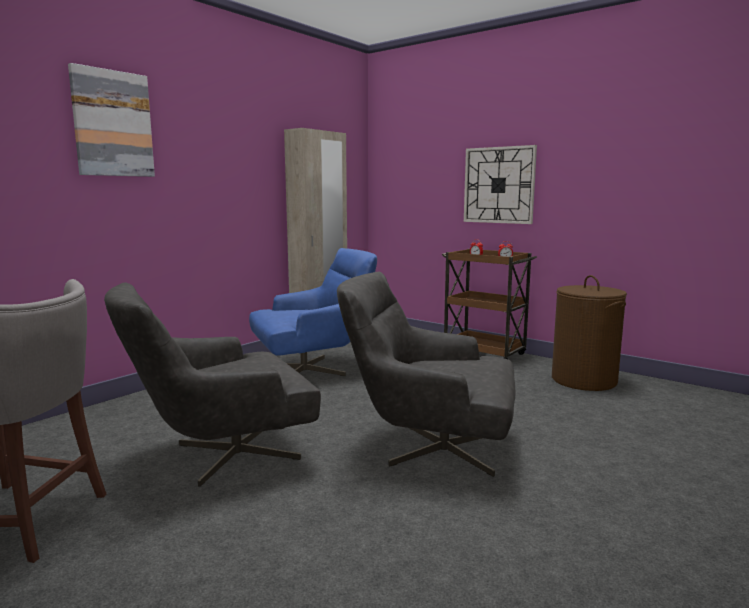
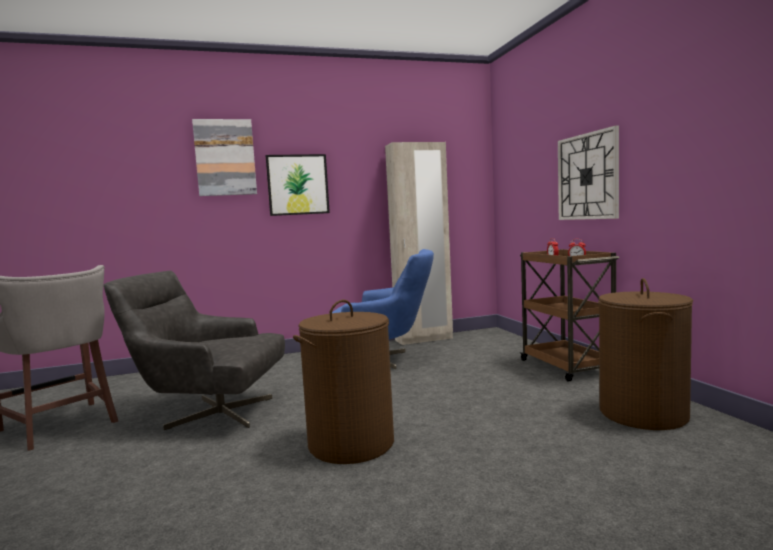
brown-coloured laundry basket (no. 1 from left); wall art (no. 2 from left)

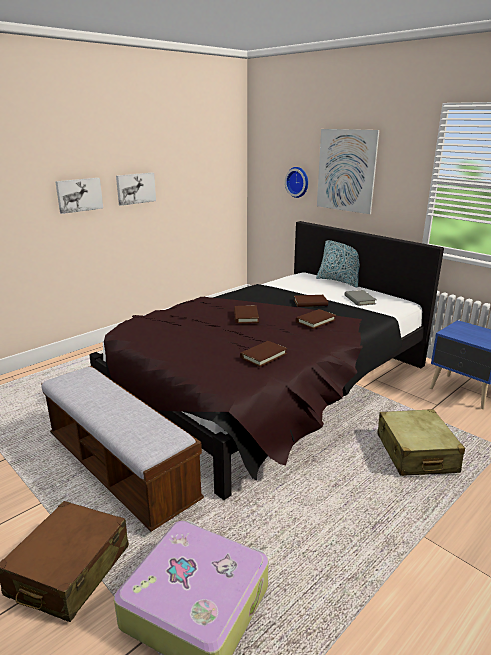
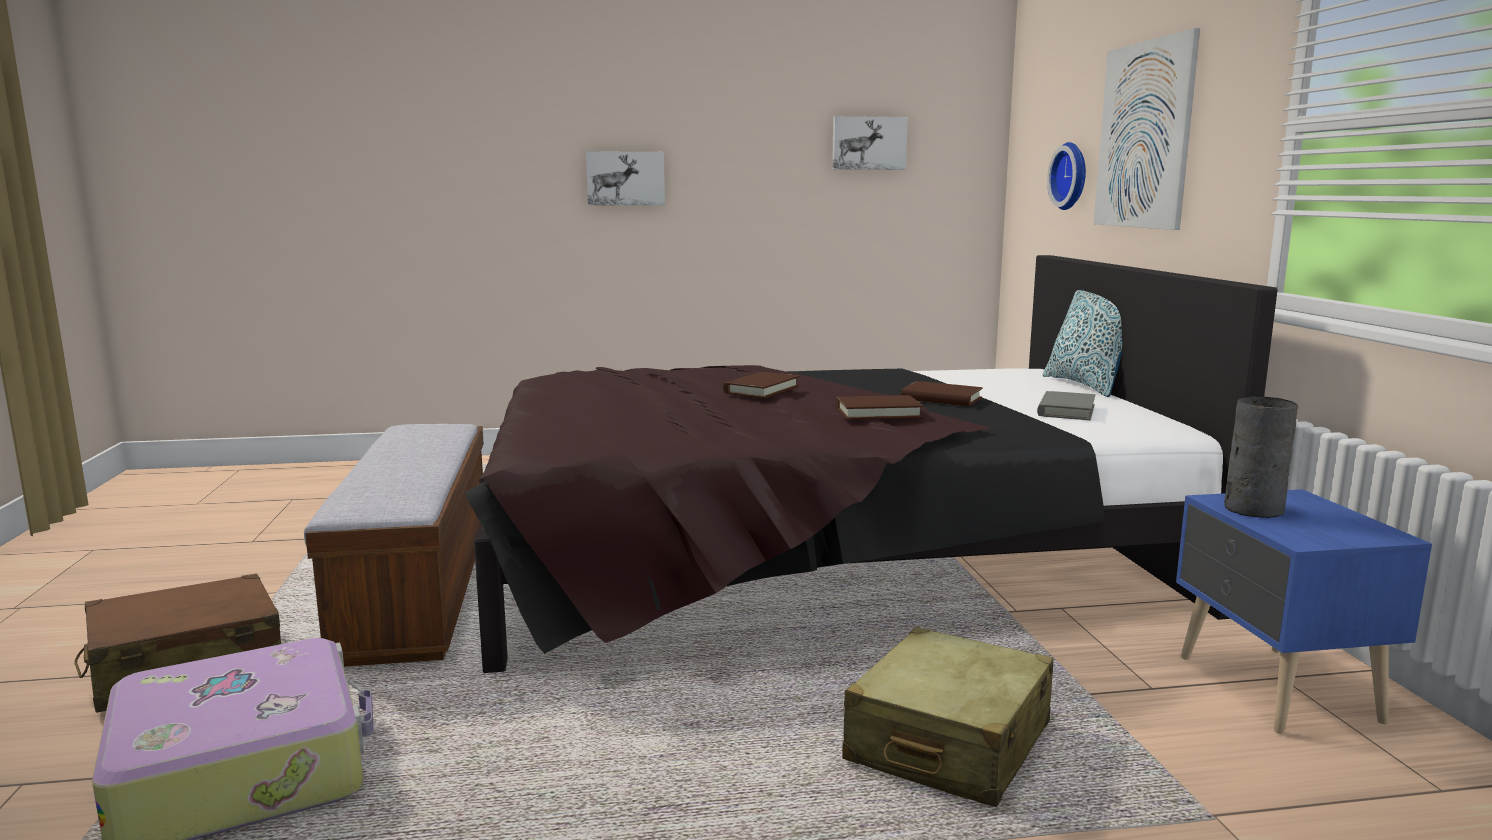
wall art (no. 2 from left); brown-coloured book (no. 2 from left in the first image); gray flower vase

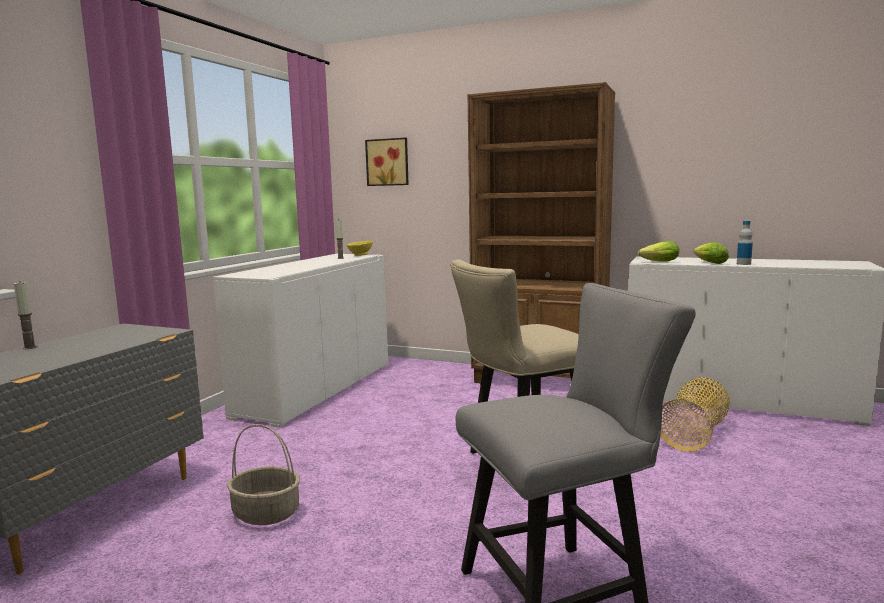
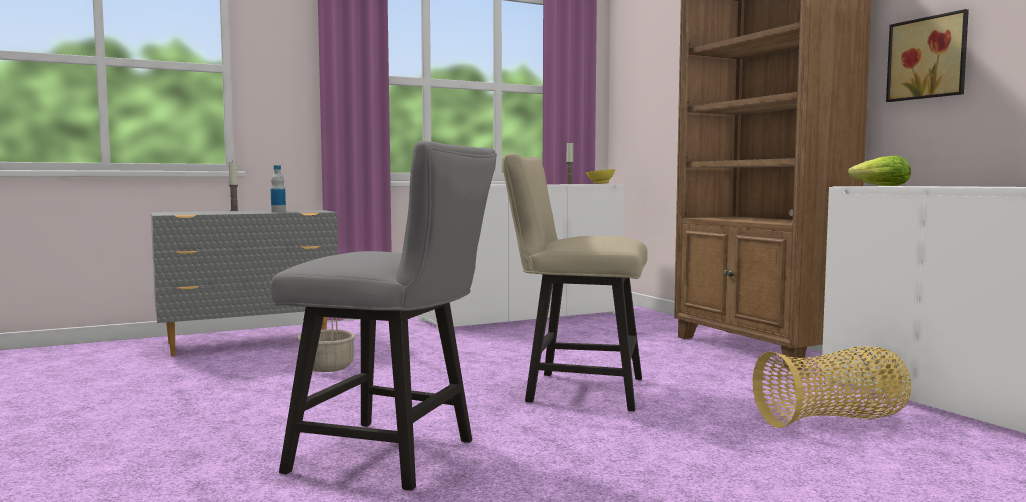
wall art; lettuce (no. 2 from left in the first image); drink bottle

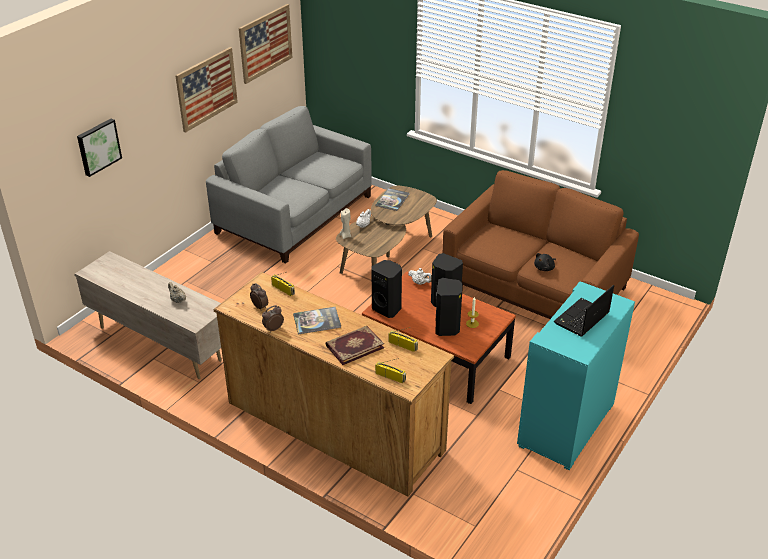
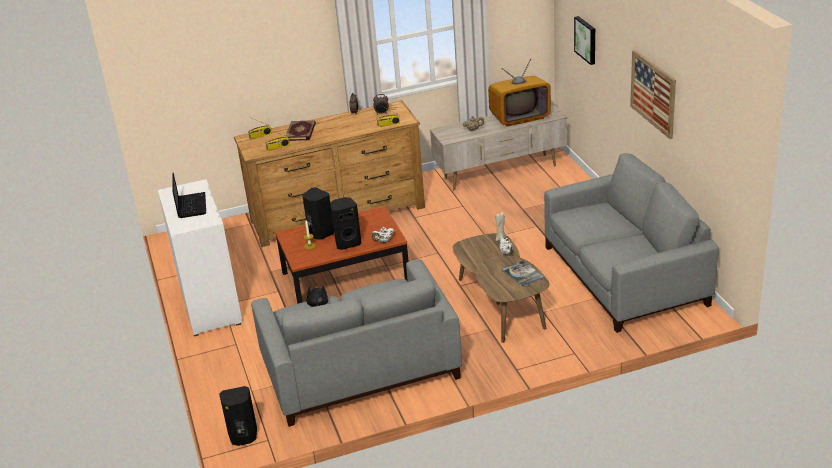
wall art (no. 3 from left in the first image); book (no. 1 from left in the first image); blackish audio speaker (no. 1 from left); gray sofa (no. 1 from left); white-coloured cabinet; TV set

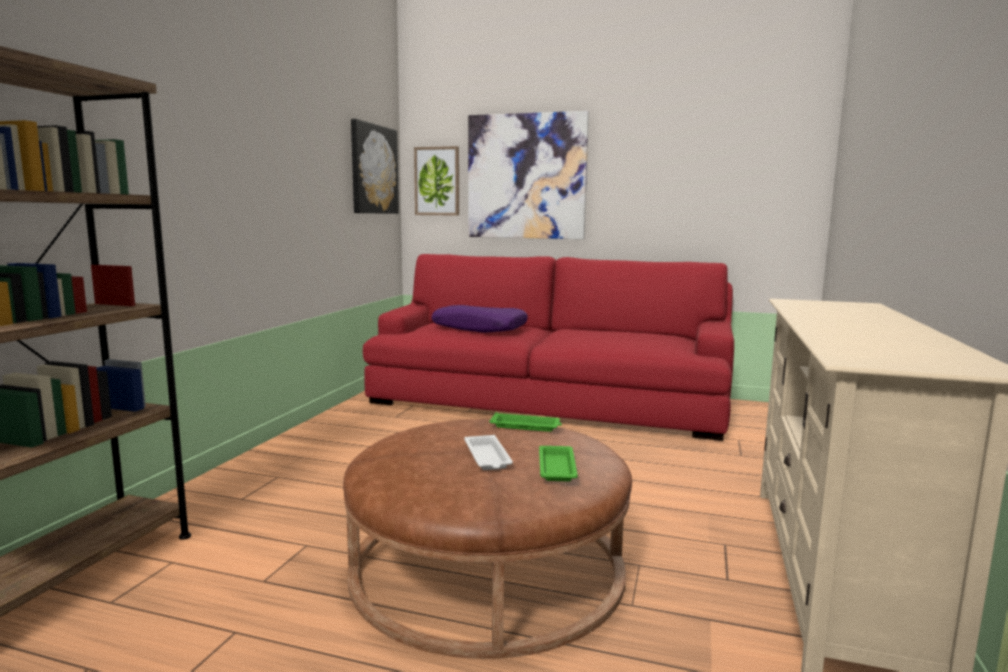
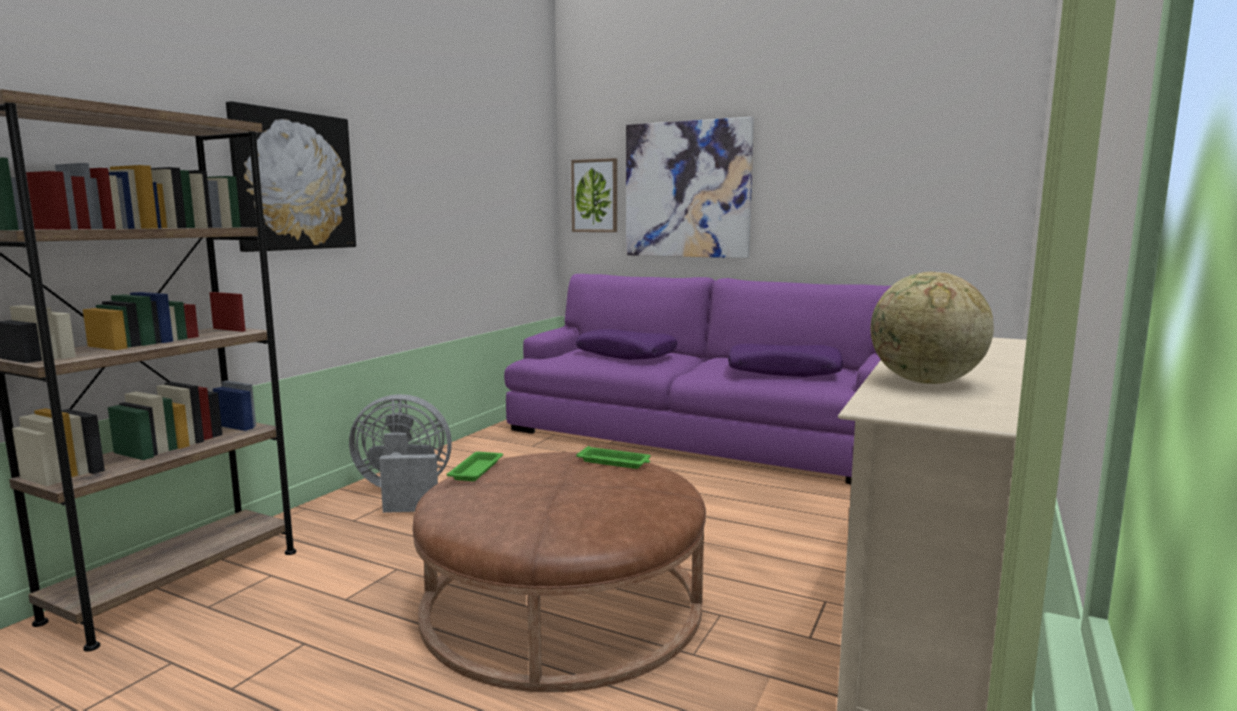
wall art (no. 1 from left); purple-coloured sofa; white-coloured tray; green tray (no. 1 from left); gray fan; purple-coloured cushion (no. 2 from left); world globe

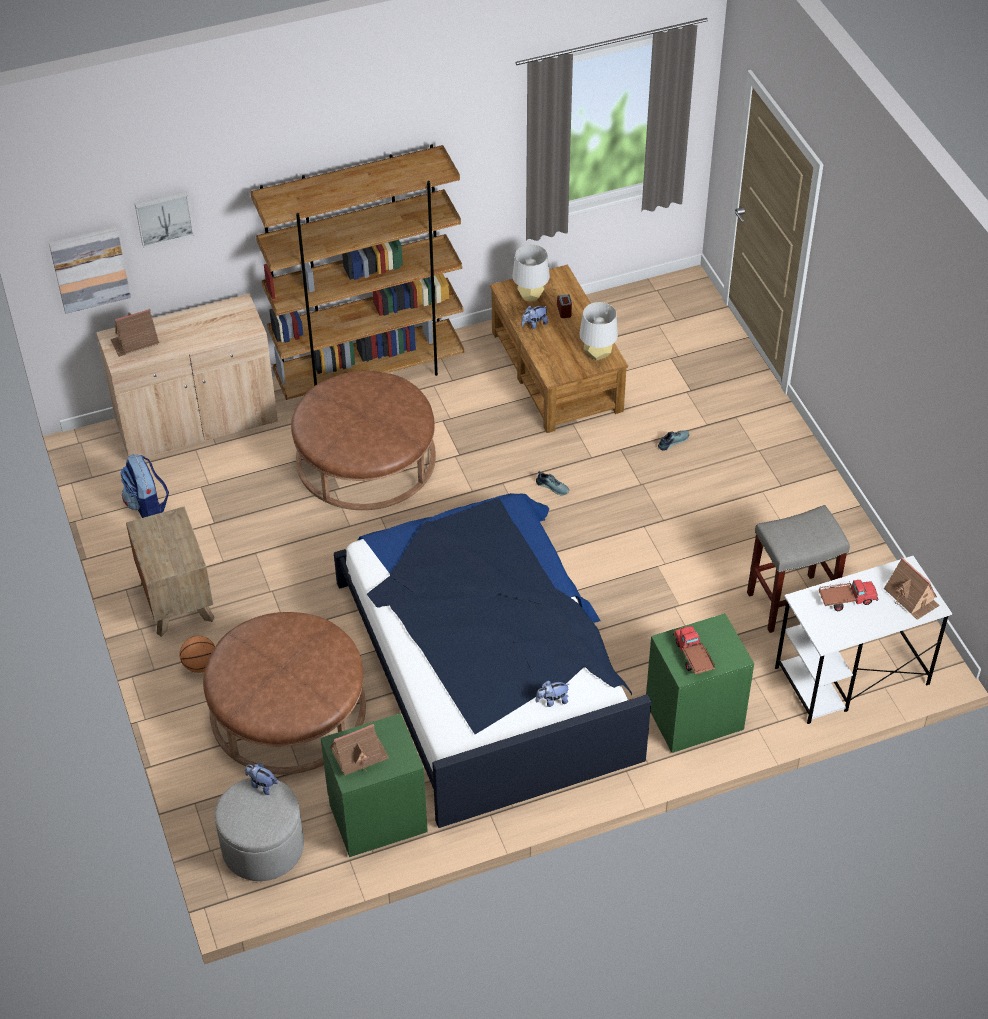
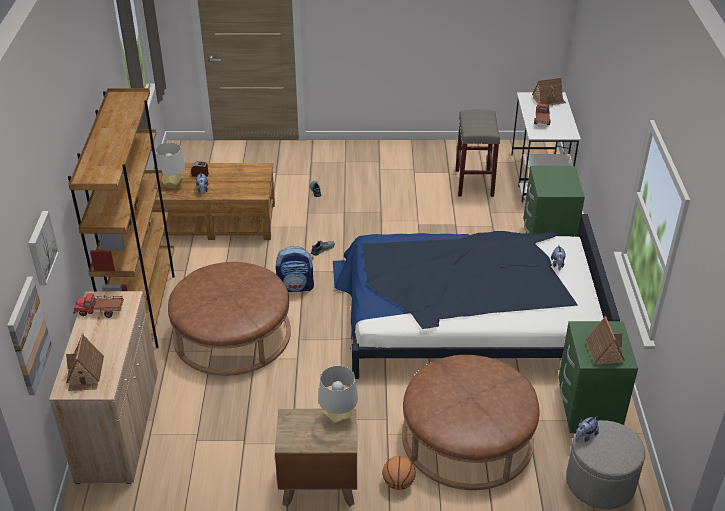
knapsack; gray tabletop lamp (no. 2 from left); toy lorry (no. 1 from left)

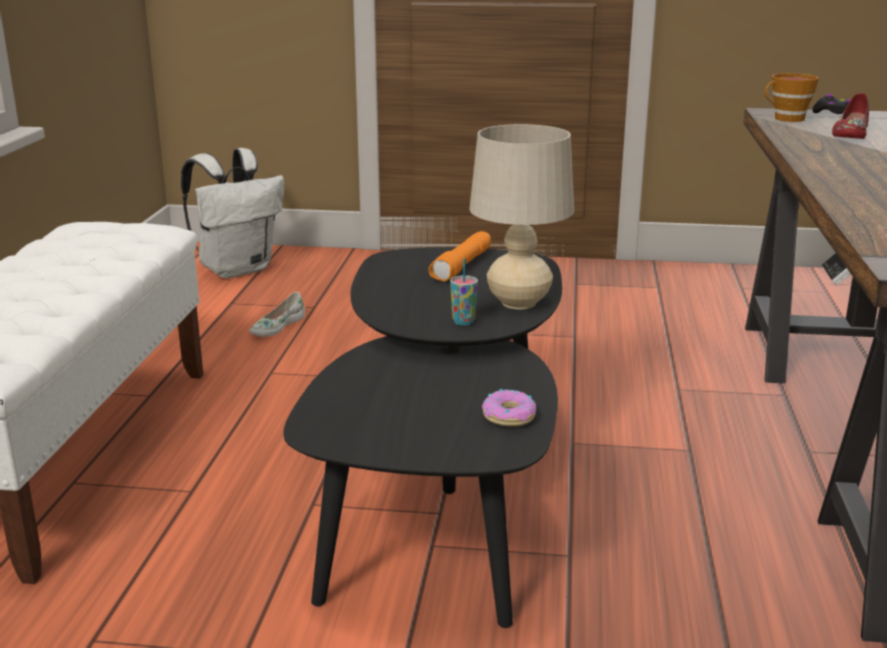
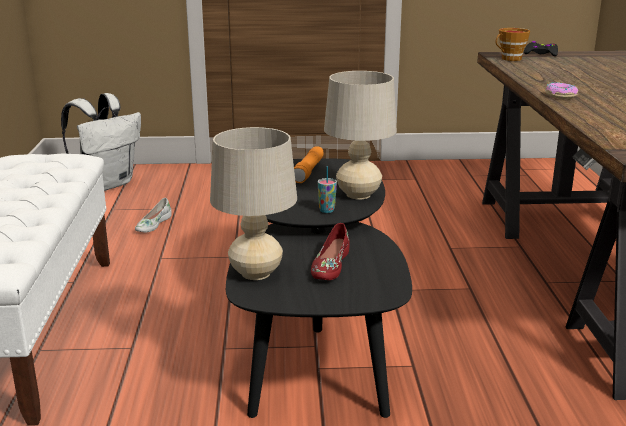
doughnut; red-coloured shoe; sand-coloured tabletop lamp (no. 1 from left)

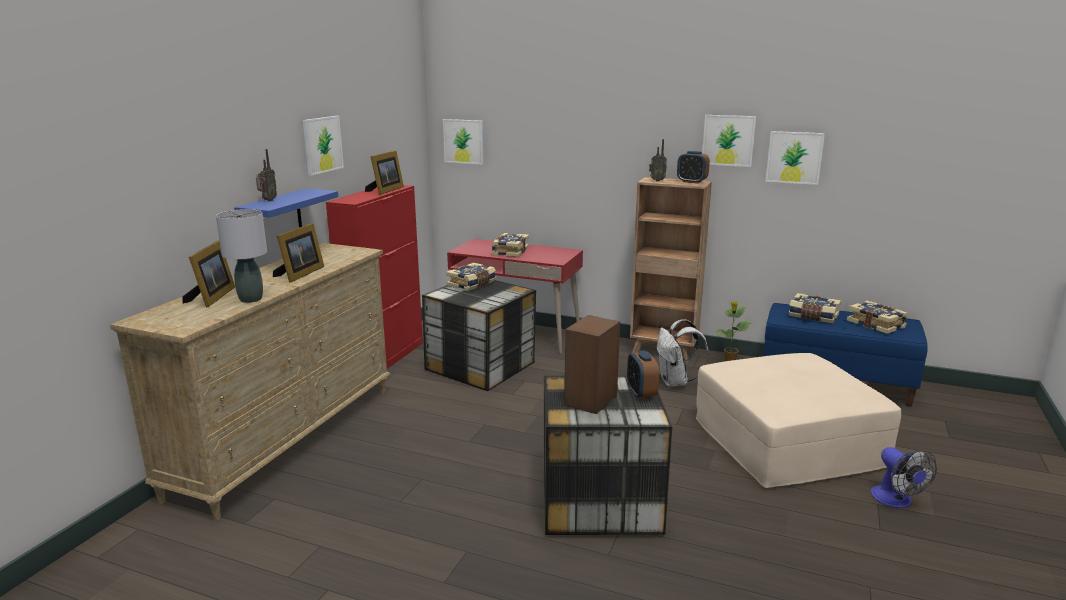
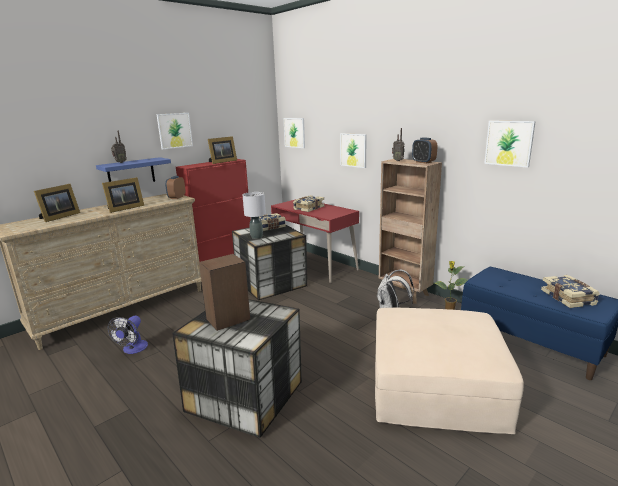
gray tabletop lamp; alarm clock (no. 1 from left); wall art (no. 3 from left); book (no. 3 from left in the first image); fan

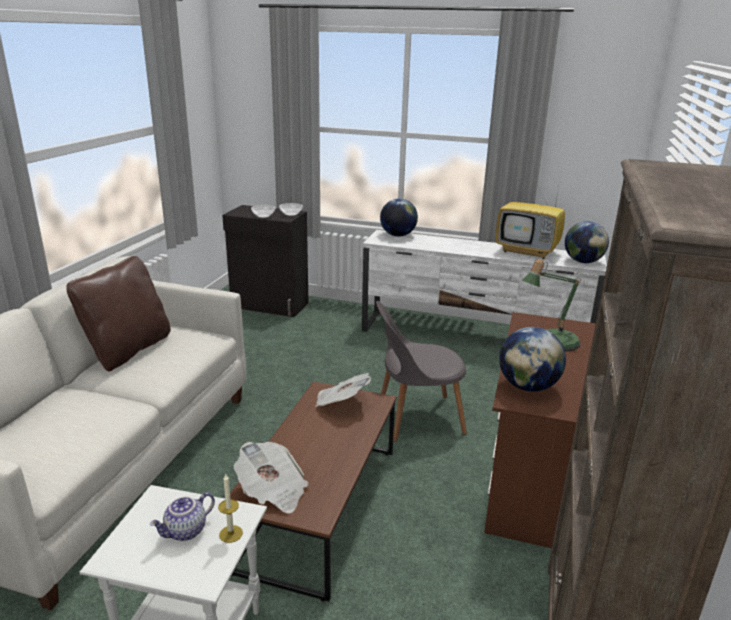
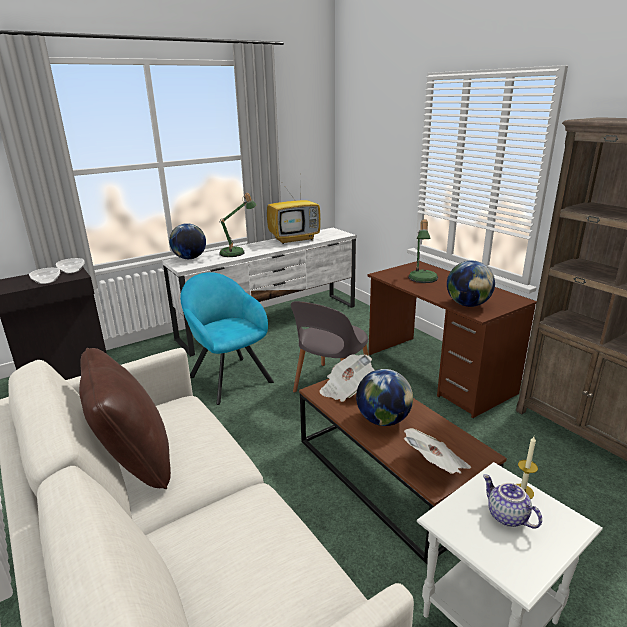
teapot; world globe (no. 2 from left); turquoise armchair; tabletop lamp (no. 1 from left)

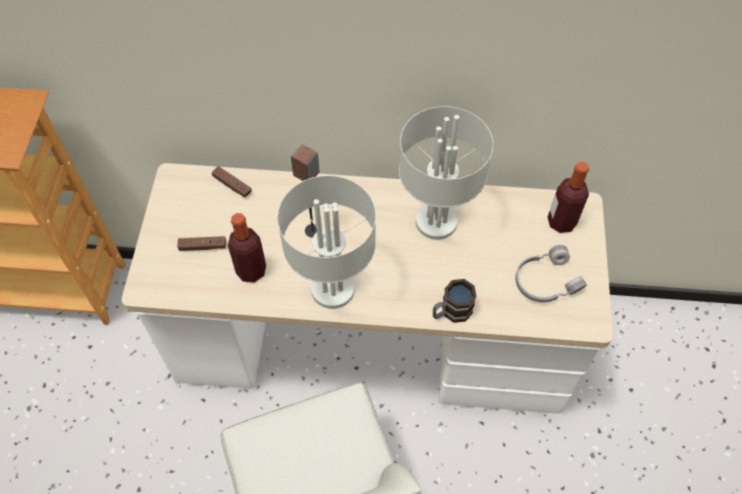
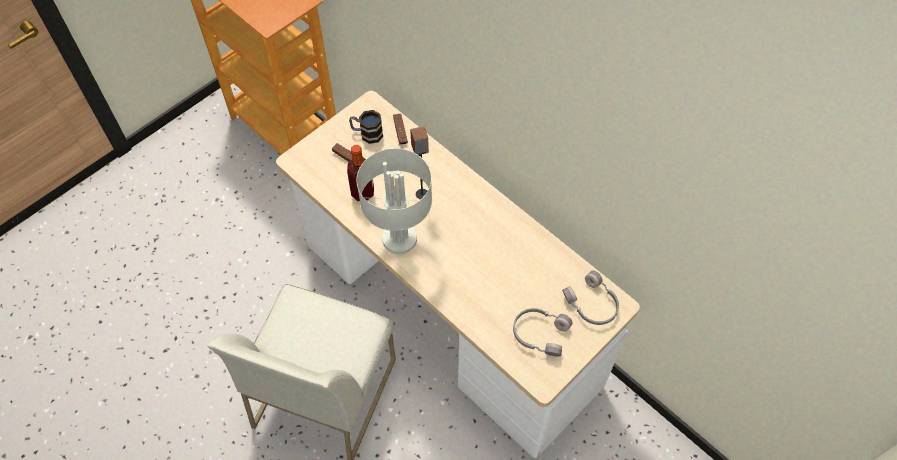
gray tabletop lamp (no. 2 from left in the first image); mug; gray headphones (no. 2 from left)

